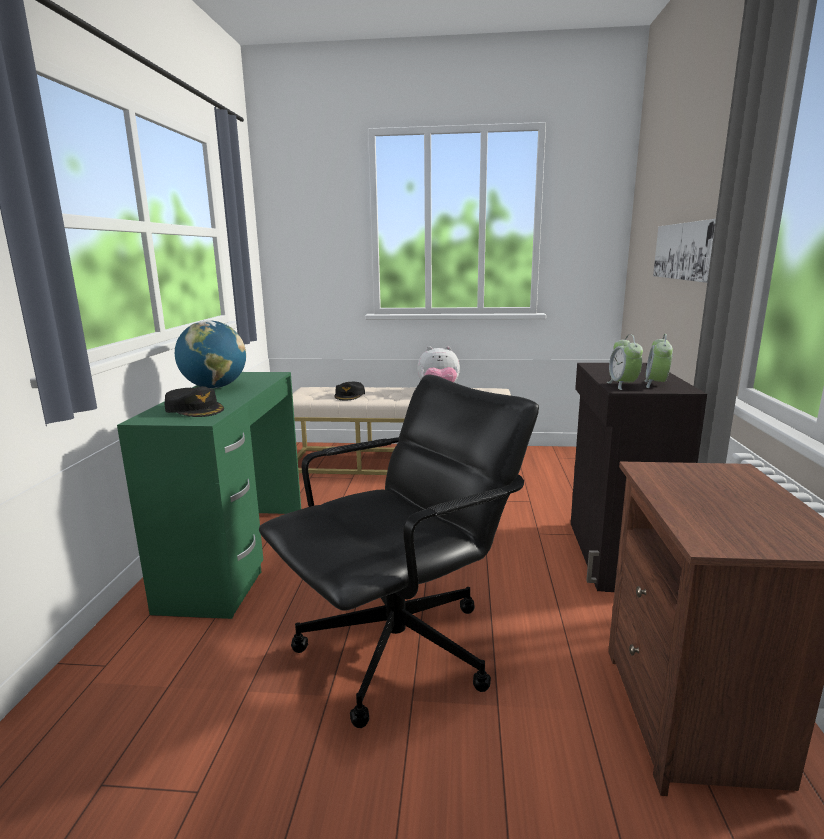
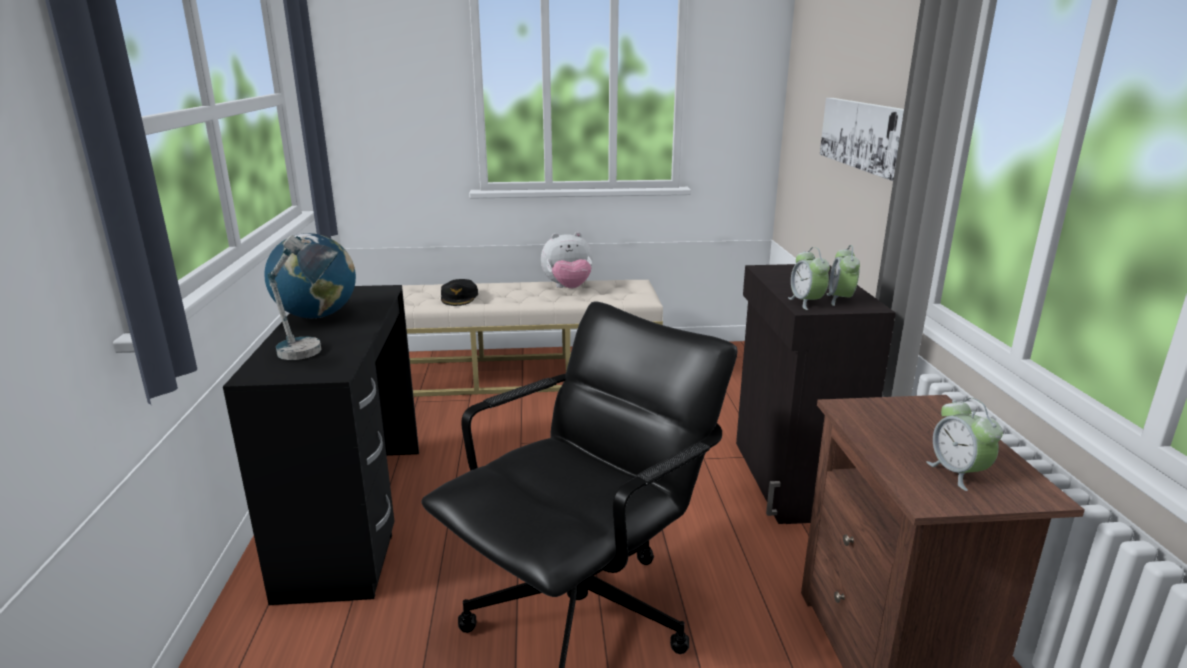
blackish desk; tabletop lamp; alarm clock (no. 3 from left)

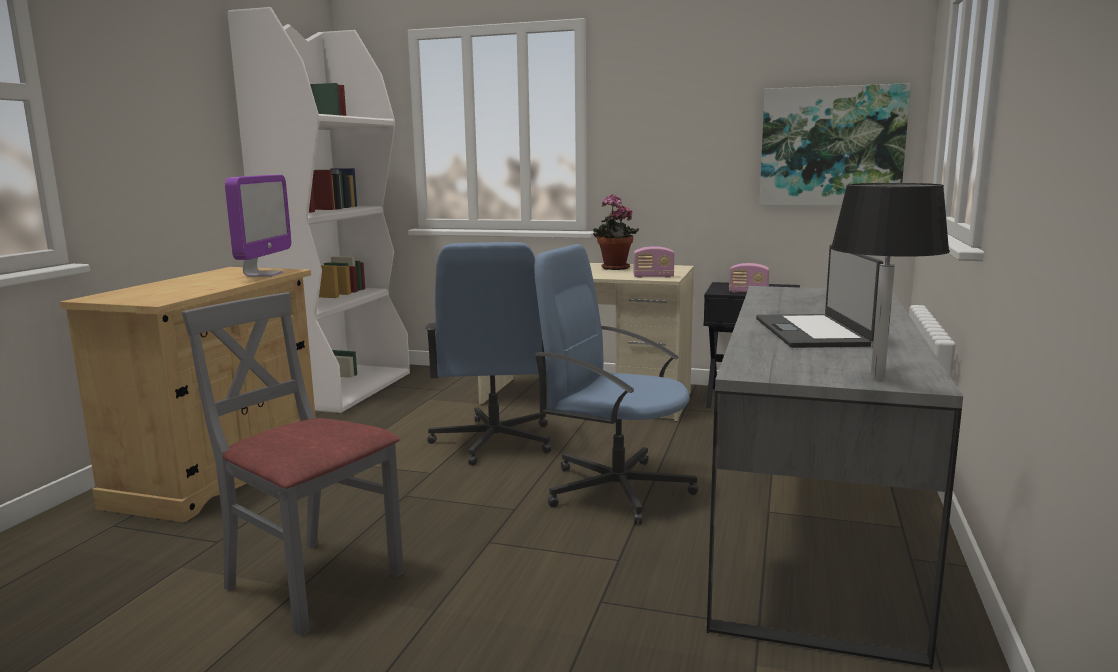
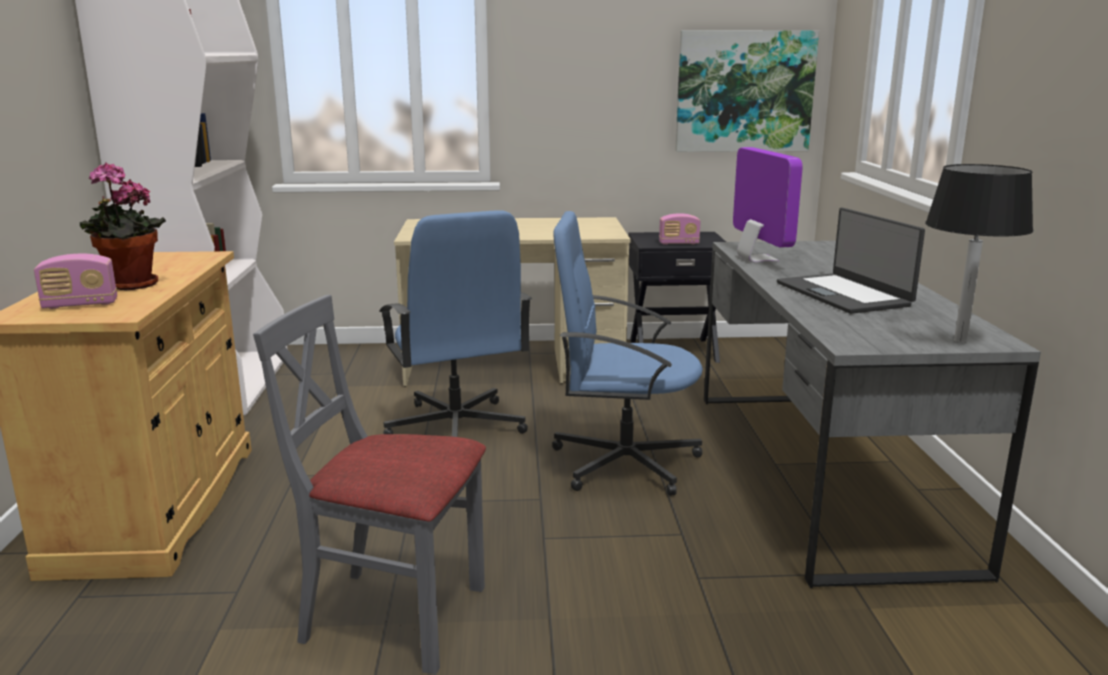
computer screen; potted plant; radio receiver (no. 1 from left)

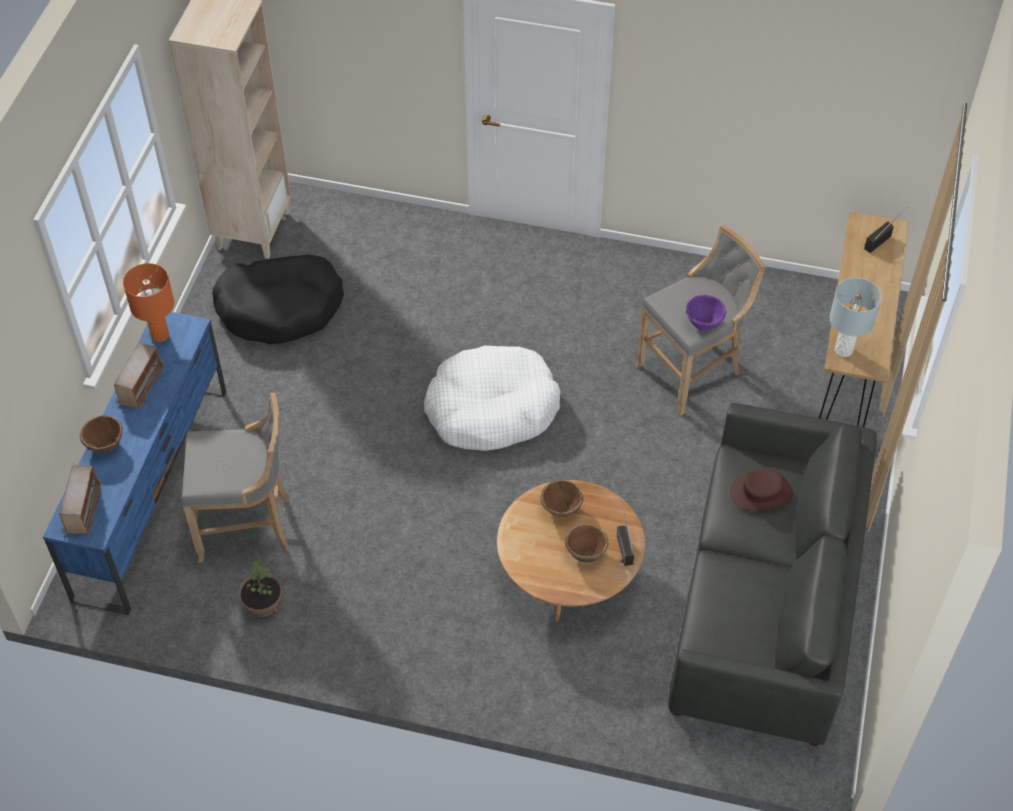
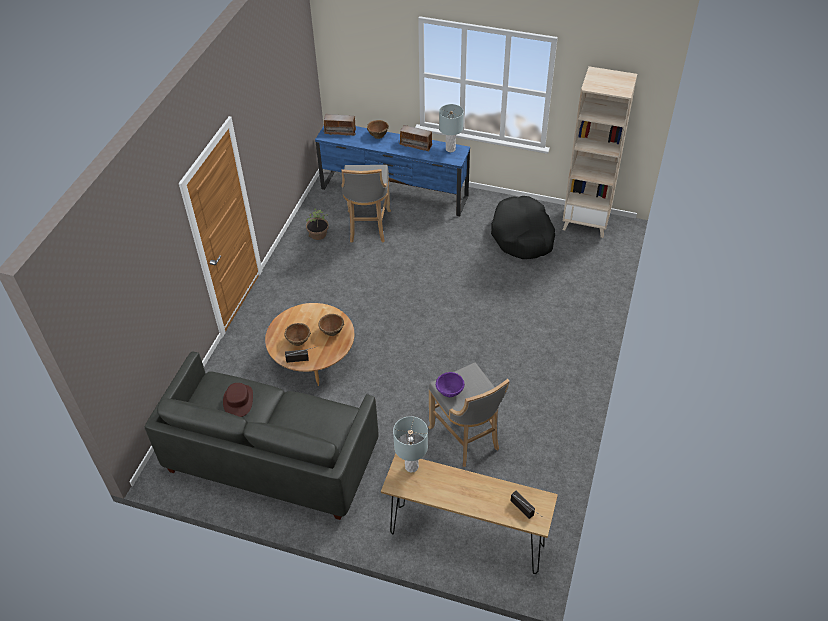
gray tabletop lamp (no. 2 from left); white-coloured pet bed; brown-coloured wearable hat

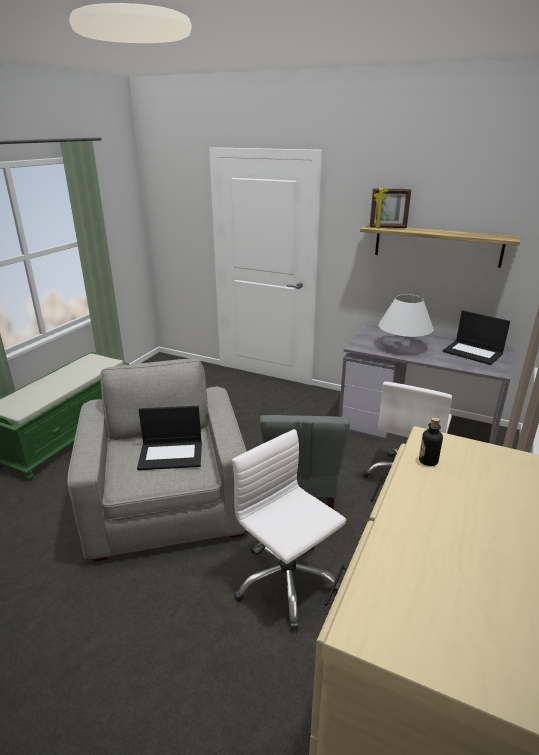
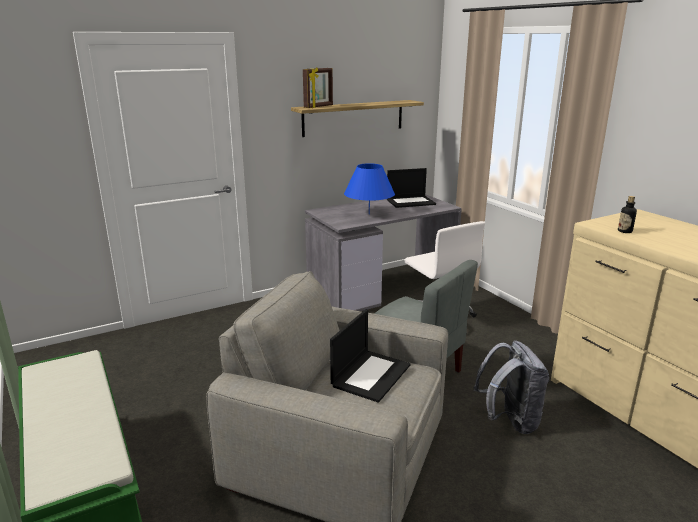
gray knapsack; bluish tabletop lamp

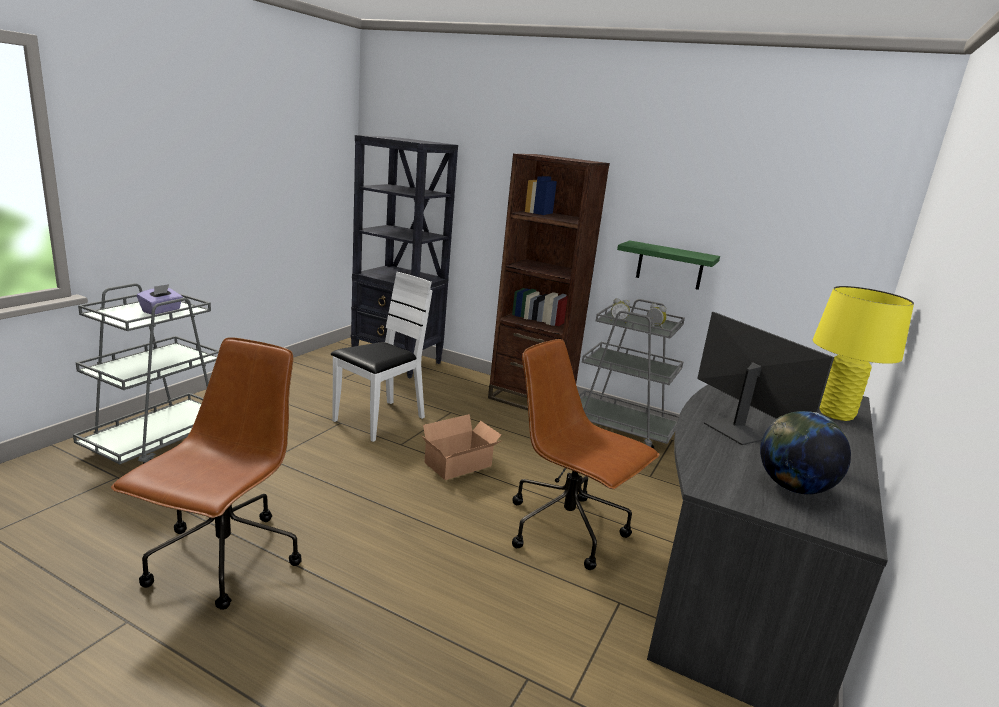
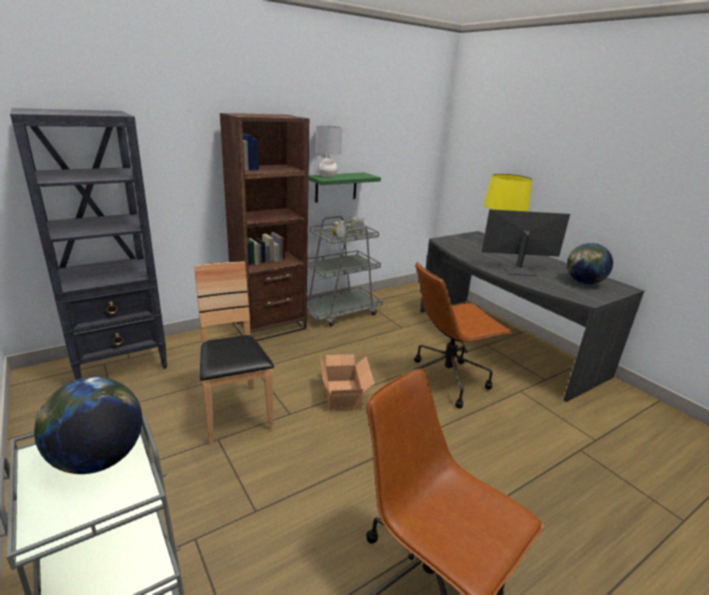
world globe (no. 1 from left); brown-coloured chair; gray tabletop lamp

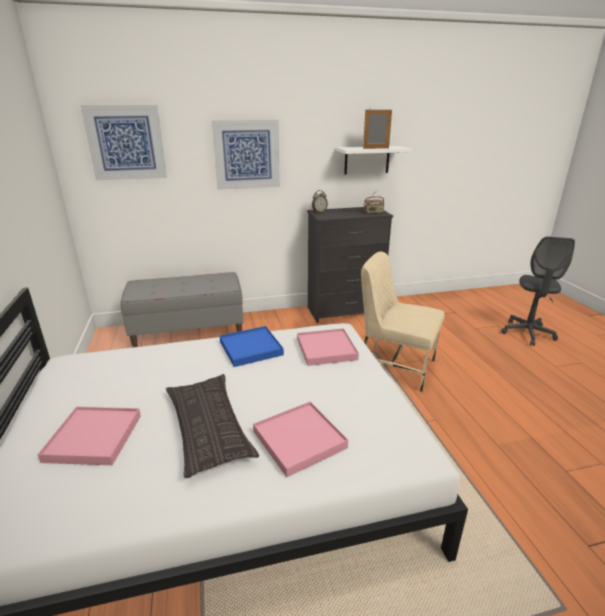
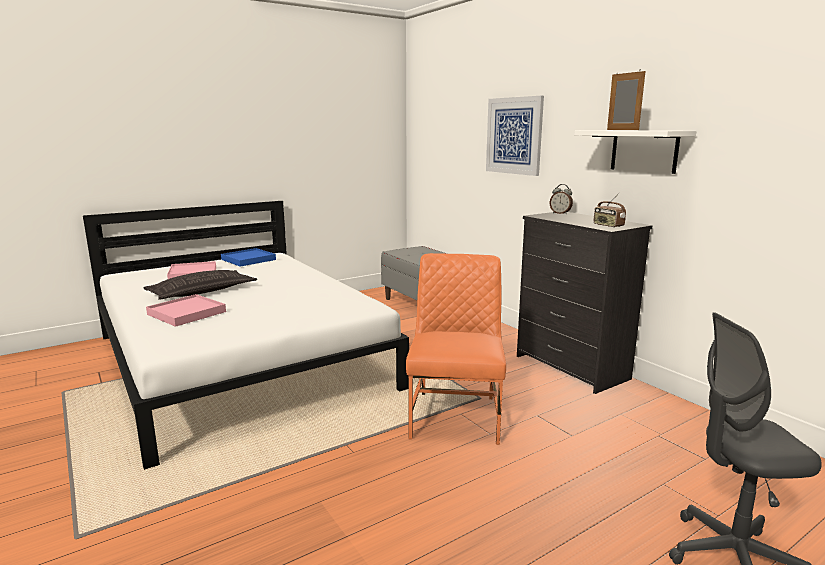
wall art (no. 1 from left in the first image); bluish tray; pink-coloured tray (no. 3 from left in the first image); orange chair

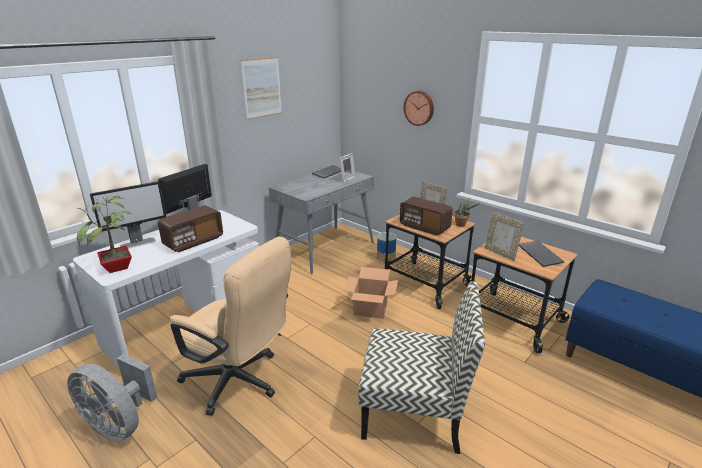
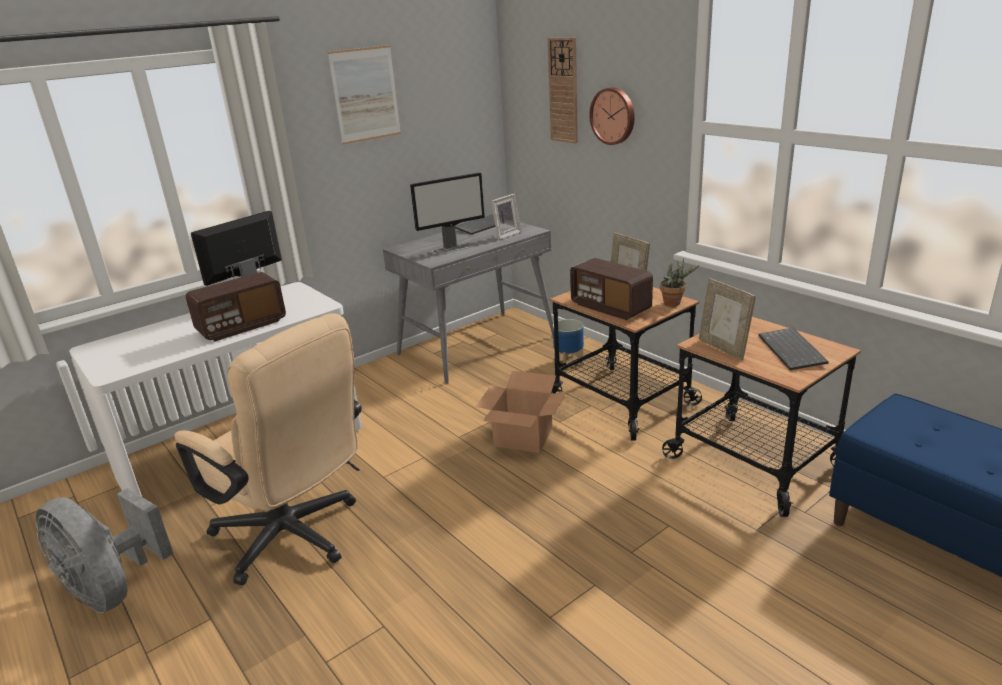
potted plant (no. 1 from left in the first image); computer screen (no. 2 from left); chair; hanging clock (no. 1 from left)

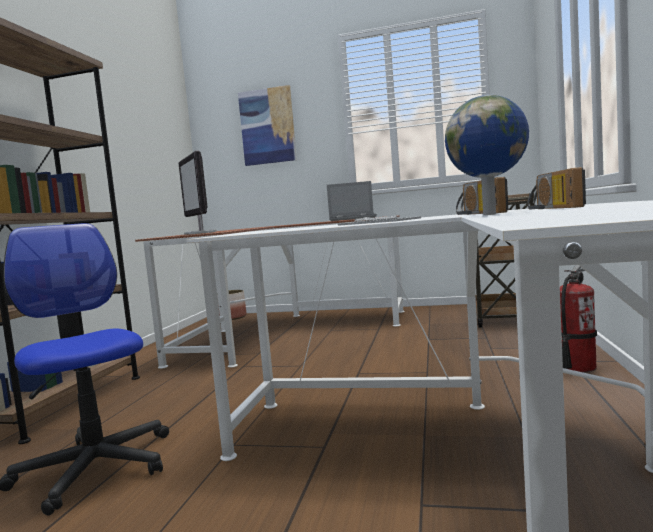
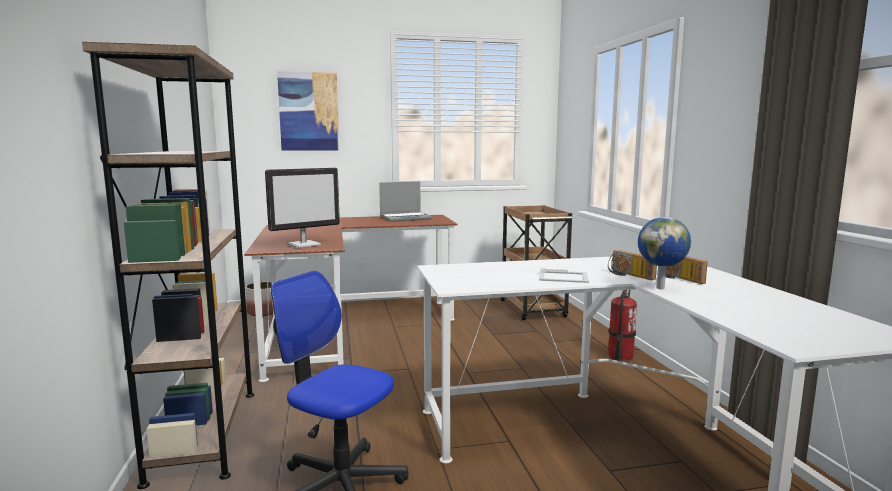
computer screen

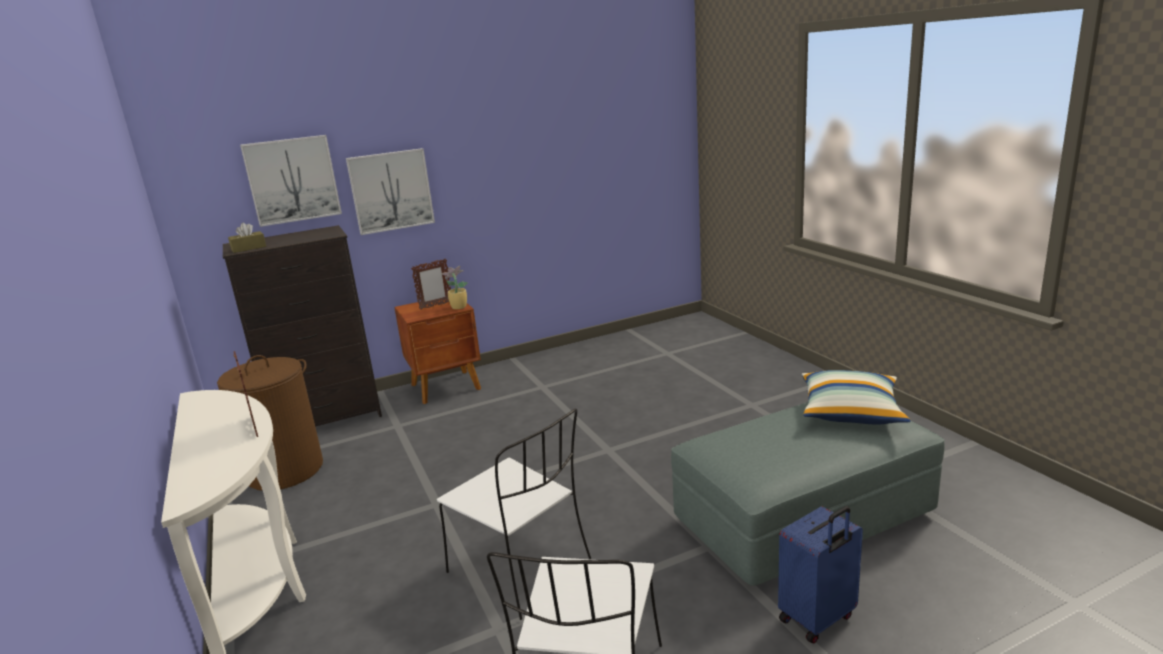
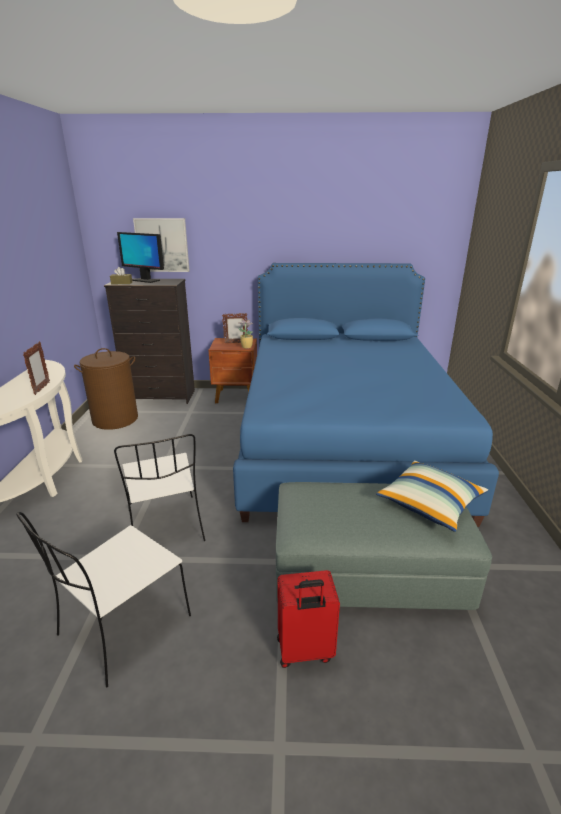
wall art (no. 2 from left in the first image); red-coloured suitcase; computer screen; bluish bed

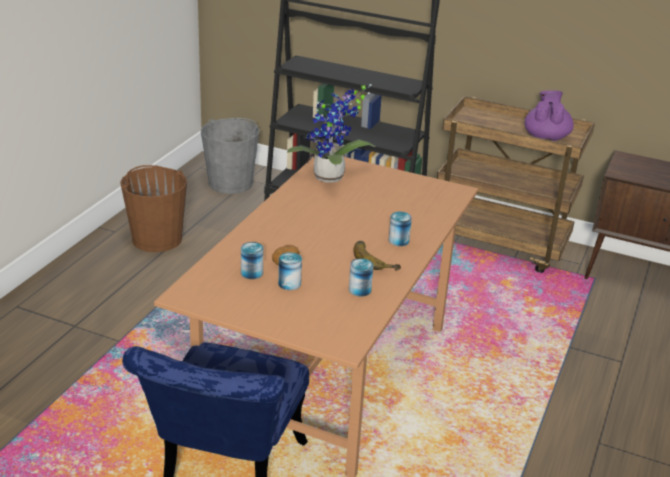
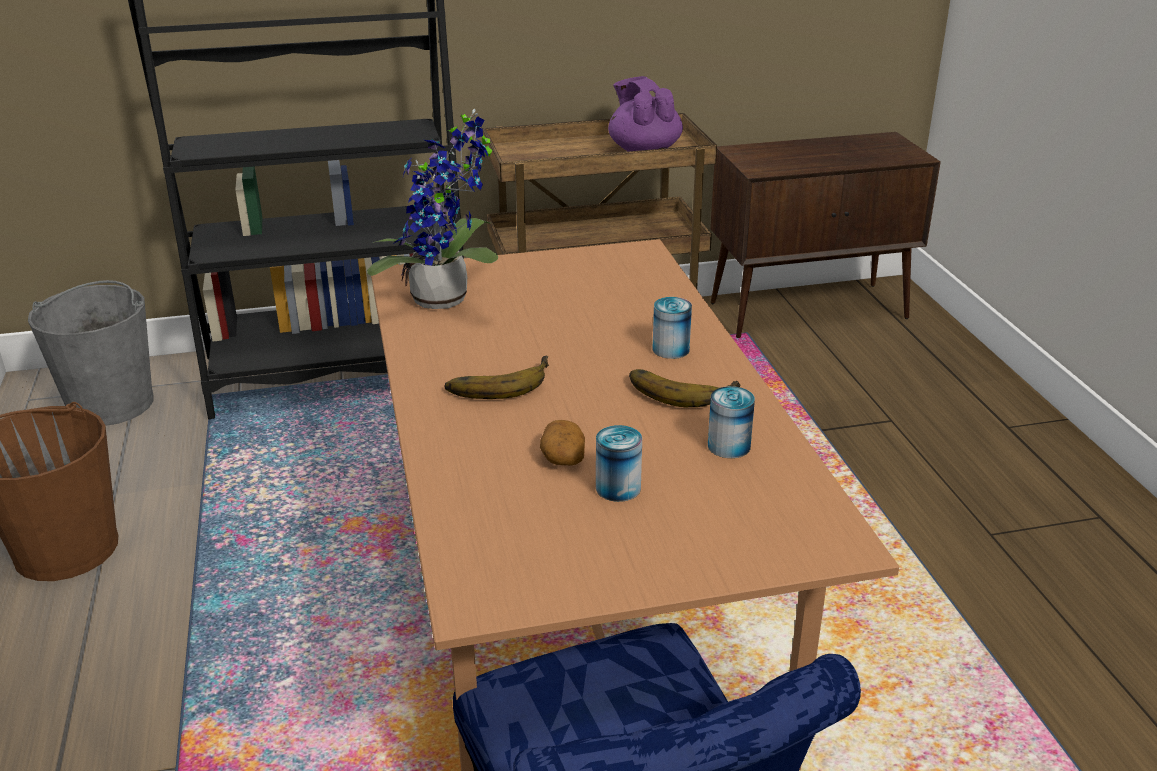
sealed can (no. 1 from left in the first image); banana (no. 1 from left)

